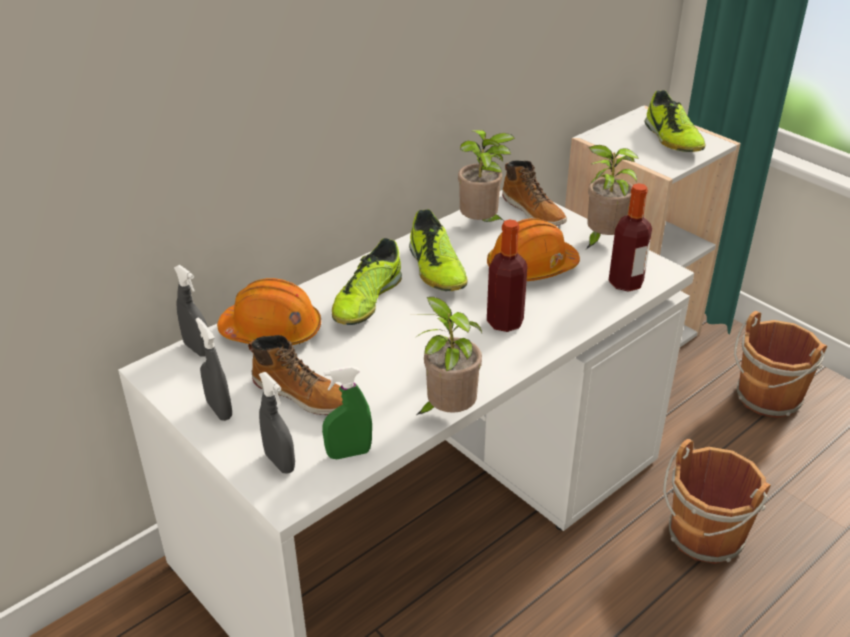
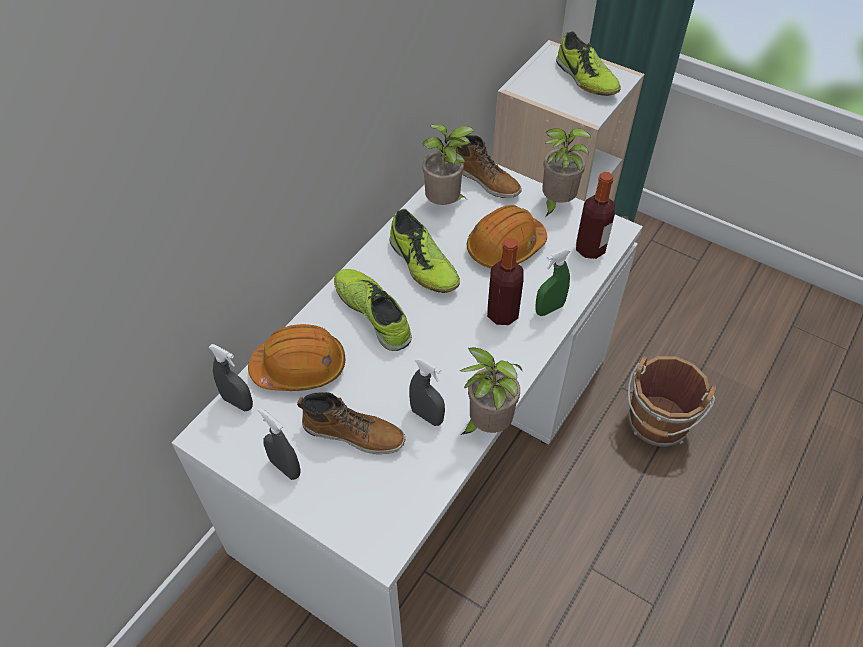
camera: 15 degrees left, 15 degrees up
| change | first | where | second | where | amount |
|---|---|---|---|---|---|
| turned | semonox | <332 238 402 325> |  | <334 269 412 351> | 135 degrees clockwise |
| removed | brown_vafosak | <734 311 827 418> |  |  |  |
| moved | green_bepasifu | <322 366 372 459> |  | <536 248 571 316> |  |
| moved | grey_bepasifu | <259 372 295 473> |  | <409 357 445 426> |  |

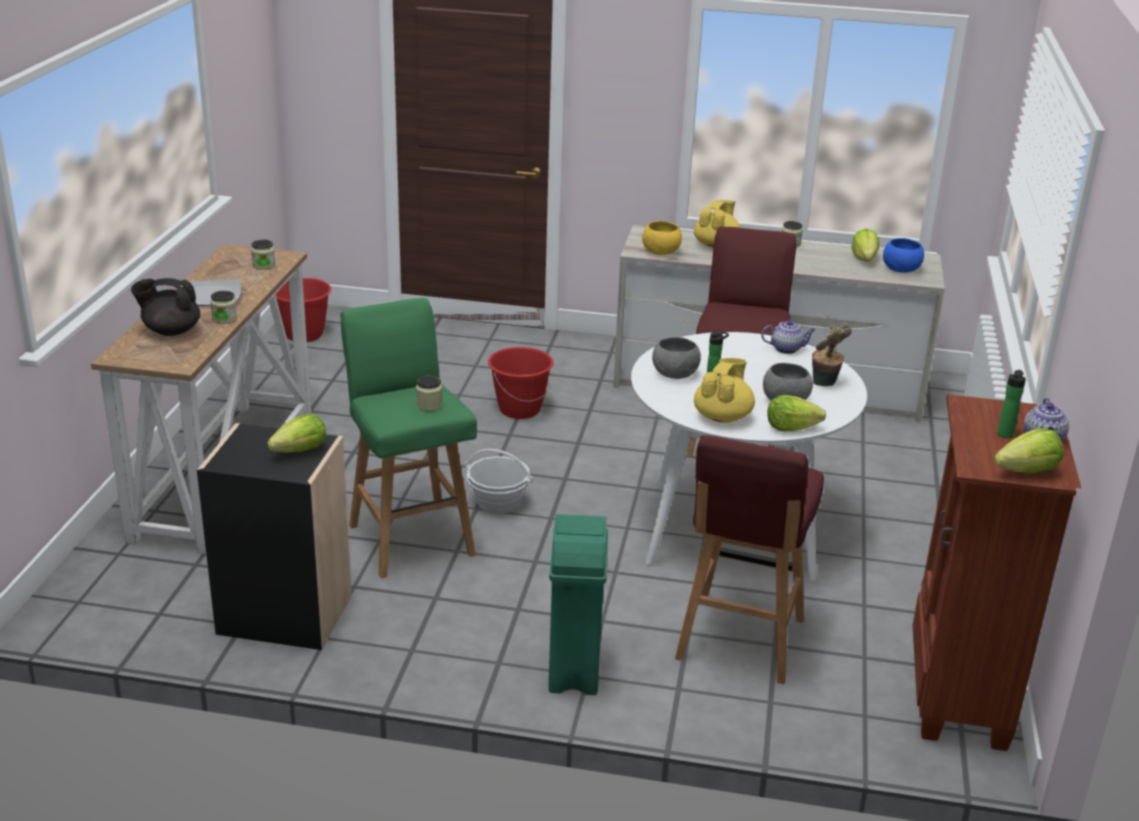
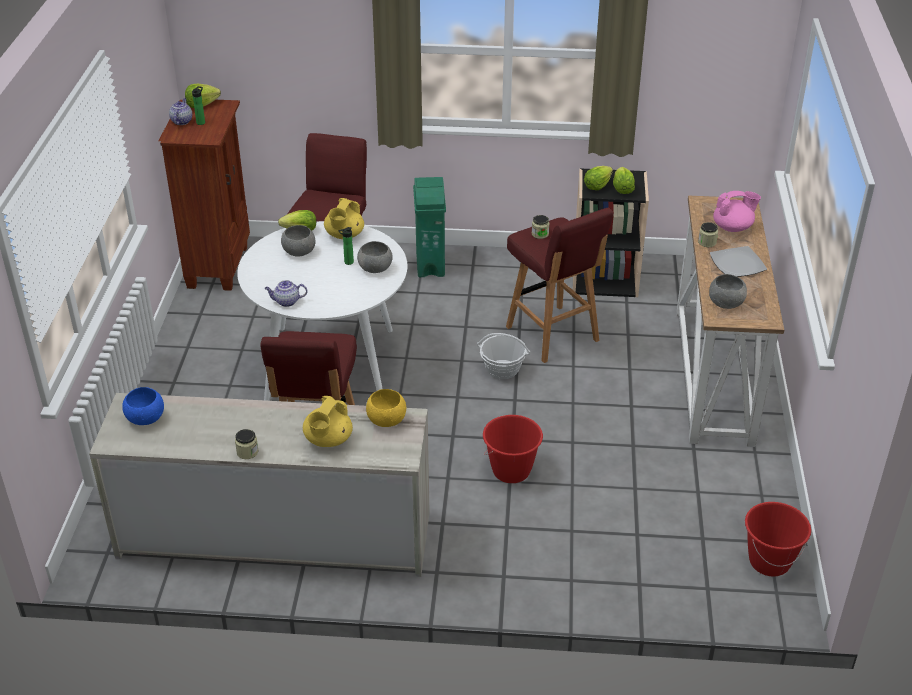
camera: 175 degrees right, 10 degrees up
| change | first | where | second | where | amount |
|---|---|---|---|---|---|
| moved | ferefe | <851 229 879 261> |  | <613 167 635 194> |  |
| replaced | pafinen | <251 240 275 270> | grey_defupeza | <709 274 747 309> |  |
| recoloured | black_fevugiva | <131 278 200 336> | pink_fevugiva | <713 191 761 232> |  |
| recoloured | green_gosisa | <340 298 477 578> | red_gosisa | <506 208 614 363> |  |
| removed | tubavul | <812 323 852 386> |  |  |  |

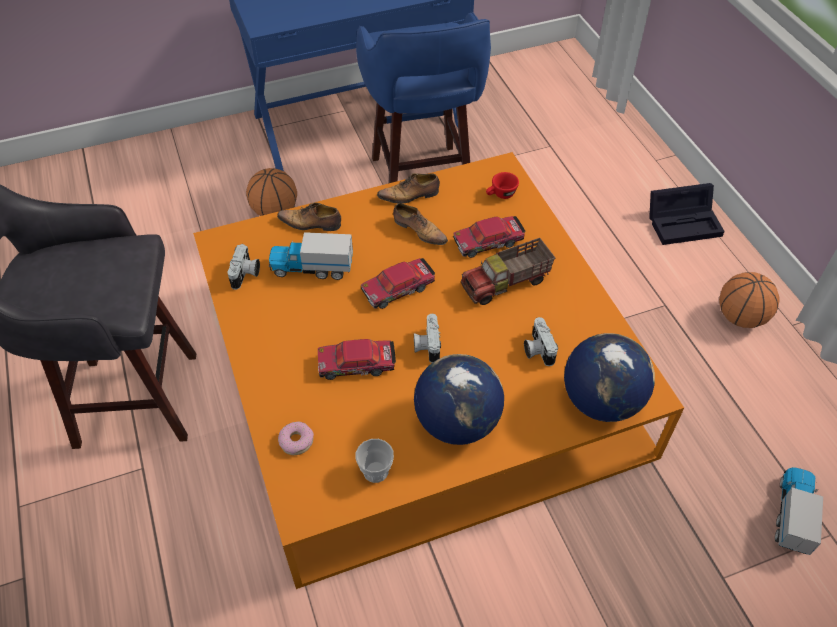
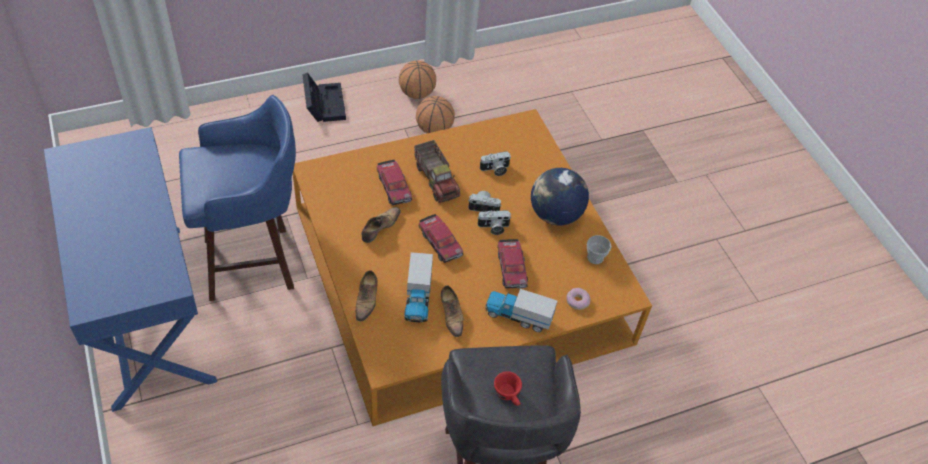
camera: 95 degrees left, 0 degrees up
| change | first | where | second | where | amount |
|---|---|---|---|---|---|
| moved | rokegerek | <246 168 297 216> |  | <416 96 455 133> |  |
| moved | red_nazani | <486 172 519 199> |  | <494 371 522 406> |  |
| moved | semonox | <377 173 440 204> |  | <441 285 464 337> |  |
| moved | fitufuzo | <227 244 260 290> |  | <468 191 502 212> |  |
| removed | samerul | <564 333 655 422> |  |  |  |
| moved | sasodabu | <775 467 823 555> |  | <485 289 557 332> |  |

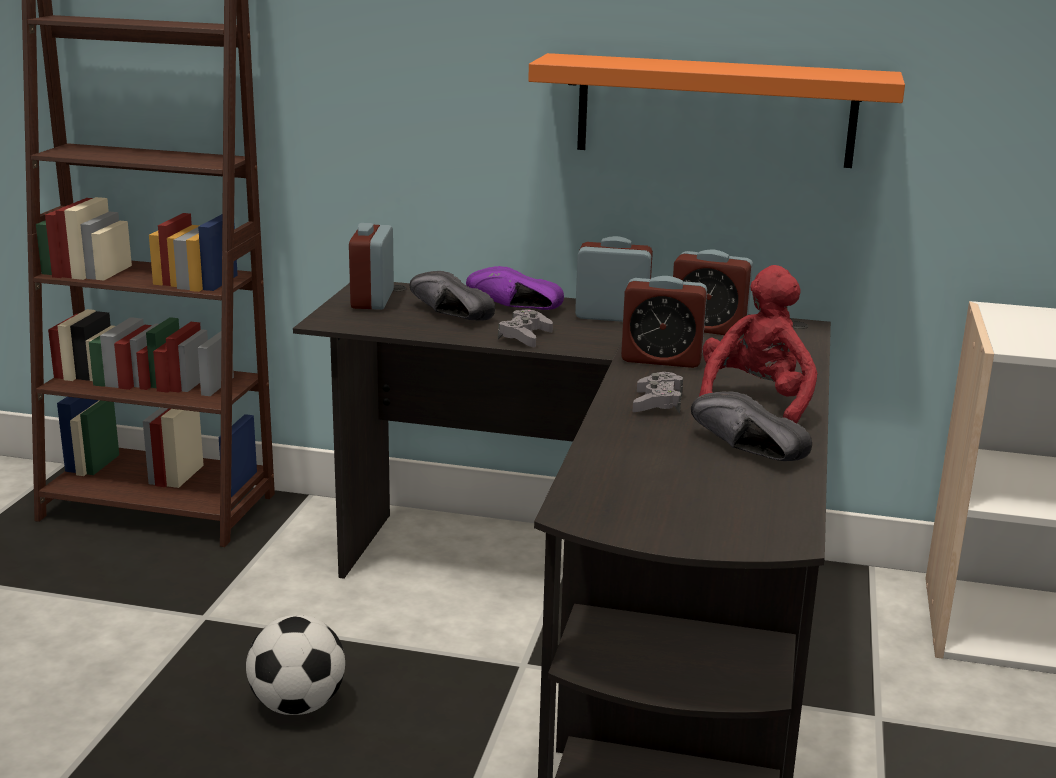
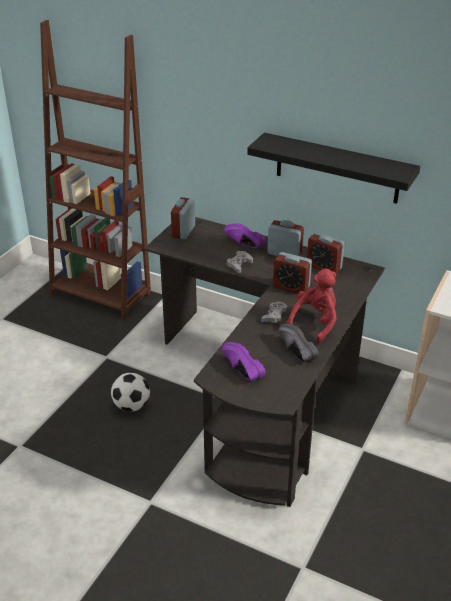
camera: 15 degrees right, 15 degrees up
| change | first | where | second | where | amount |
|---|---|---|---|---|---|
| recoloured | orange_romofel | <528 53 905 168> | black_romofel | <247 133 420 204> |  |
| removed | black_semonox | <409 271 495 321> |  |  |  |
| added |  |  | purple_semonox | <222 342 266 381> |  |

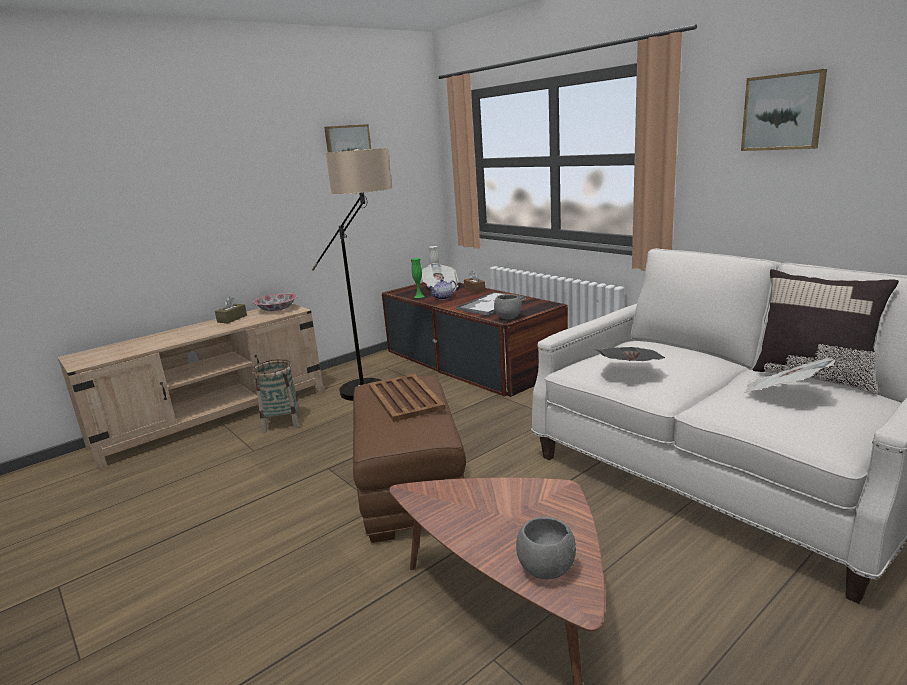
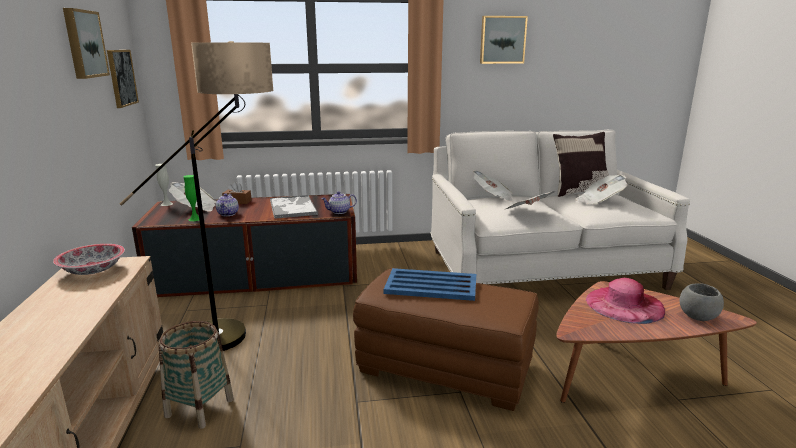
camera: 60 degrees left, 0 degrees up
| change | first | where | second | where | amount |
|---|---|---|---|---|---|
| replaced | grey_defupeza | <494 294 522 320> | fevugiva | <321 191 357 214> |  |
| removed | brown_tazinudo | <215 297 247 323> |  |  |  |
| recoloured | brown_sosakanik | <369 374 446 422> | blue_sosakanik | <383 268 476 301> |  |
| added |  |  | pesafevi | <107 50 139 108> |  |
| added |  |  | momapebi | <473 170 513 202> |  |
| added |  |  | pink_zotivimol | <586 278 665 324> |  |

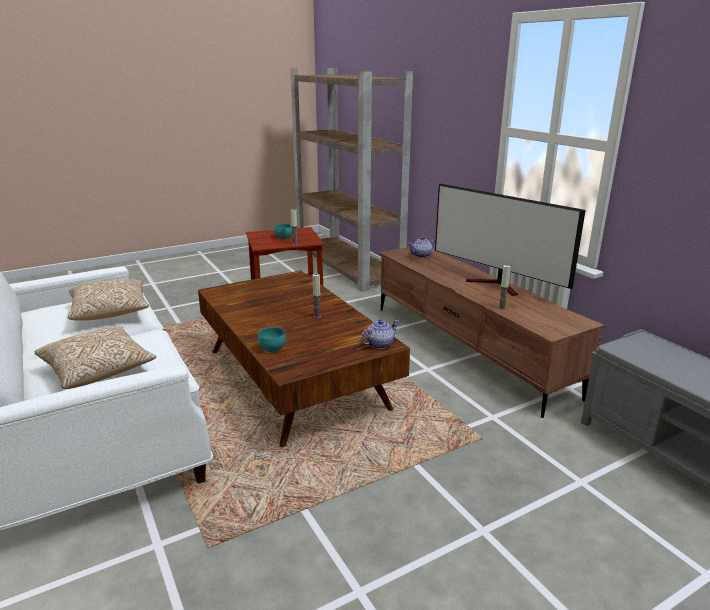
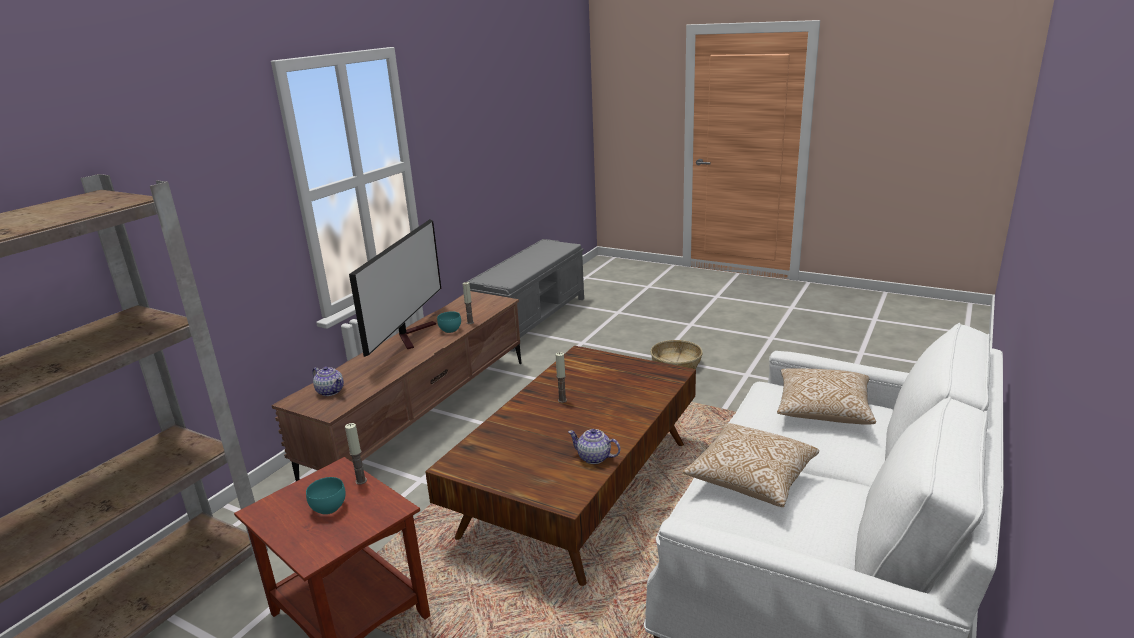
camera: 120 degrees left, 0 degrees up
| change | first | where | second | where | amount |
|---|---|---|---|---|---|
| moved | fevugiva | <361 320 399 349> |  | <568 429 621 464> |  |
| moved | turquoise_defupeza | <258 327 286 353> |  | <437 311 461 333> |  |
| added |  |  | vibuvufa | <651 340 703 369> |  |

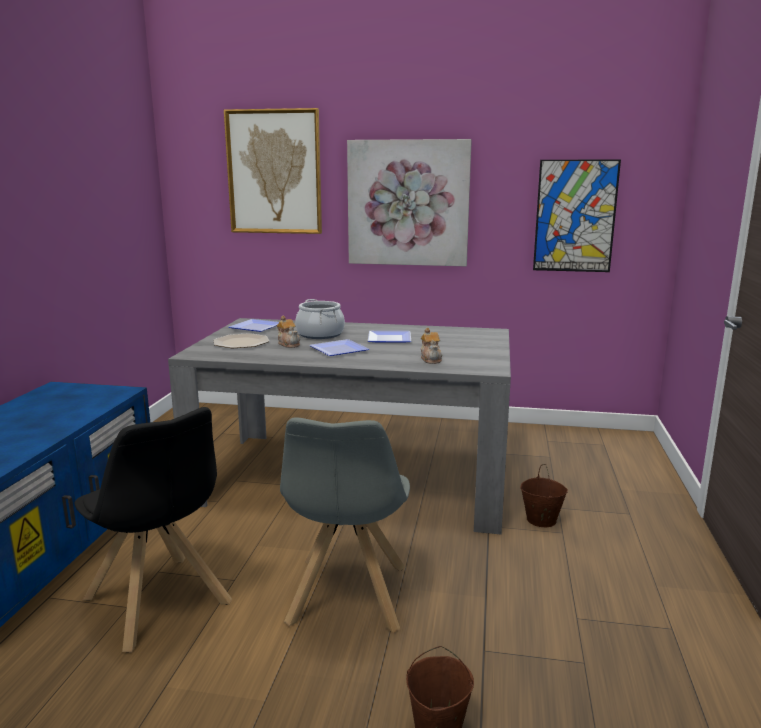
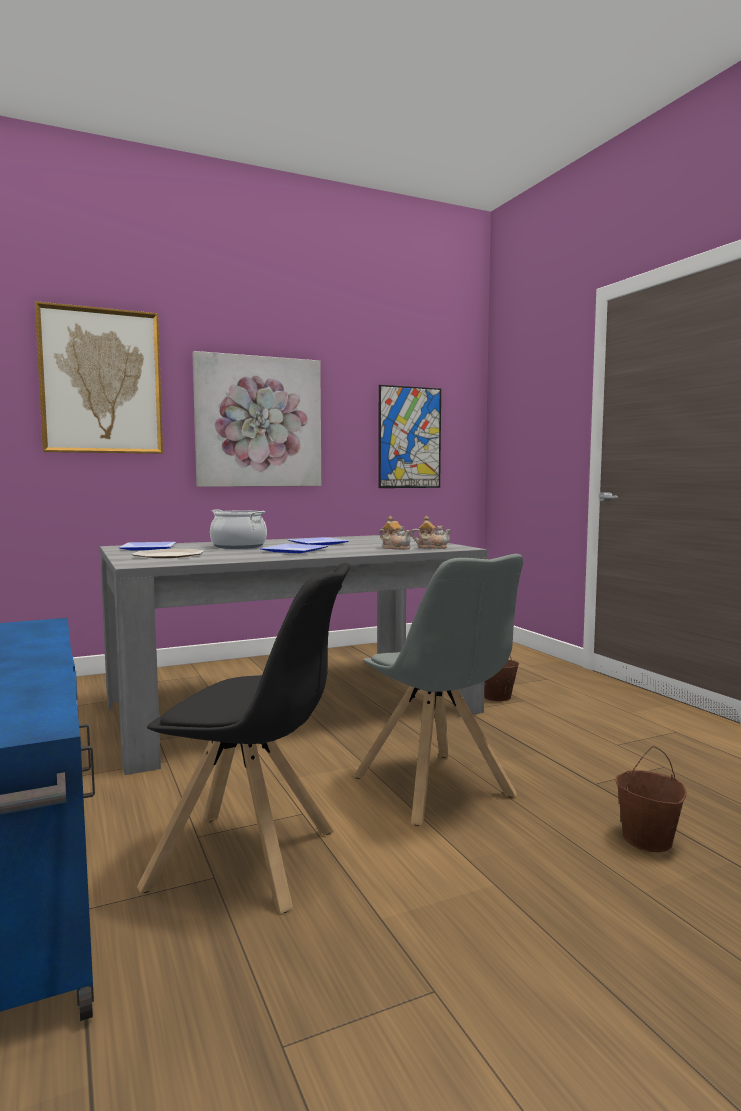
camera: 35 degrees left, 10 degrees down
| change | first | where | second | where | amount |
|---|---|---|---|---|---|
| moved | fevugiva | <277 315 300 348> |  | <411 516 452 549> |  |

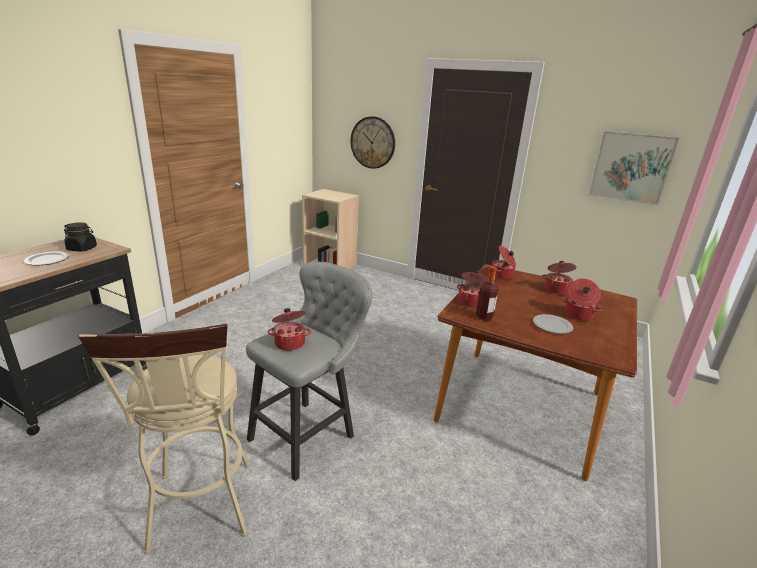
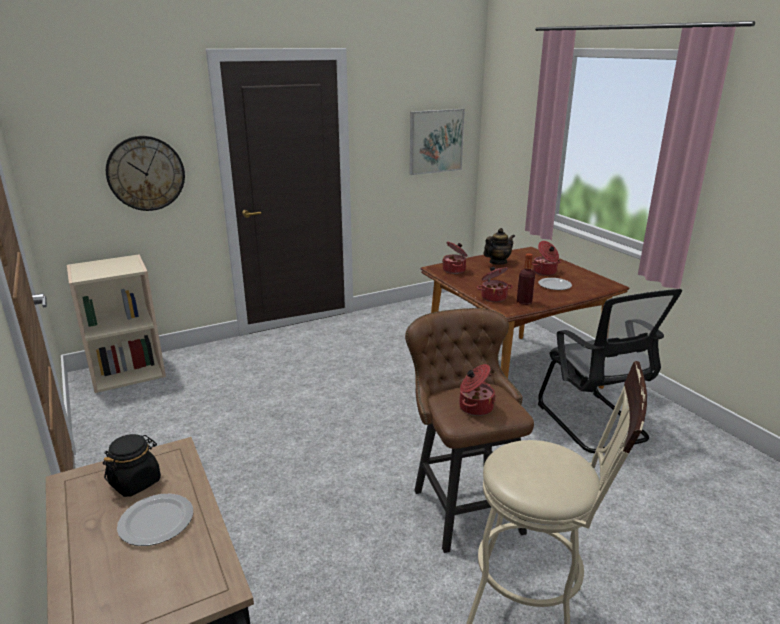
camera: 55 degrees left, 0 degrees up
| change | first | where | second | where | amount |
|---|---|---|---|---|---|
| replaced | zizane | <541 261 577 295> | fevugiva | <483 228 515 265> |  |
| recoloured | grey_gosisa | <246 262 373 481> | brown_gosisa | <405 308 534 553> |  |
| added |  |  | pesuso | <538 289 682 453> |  |

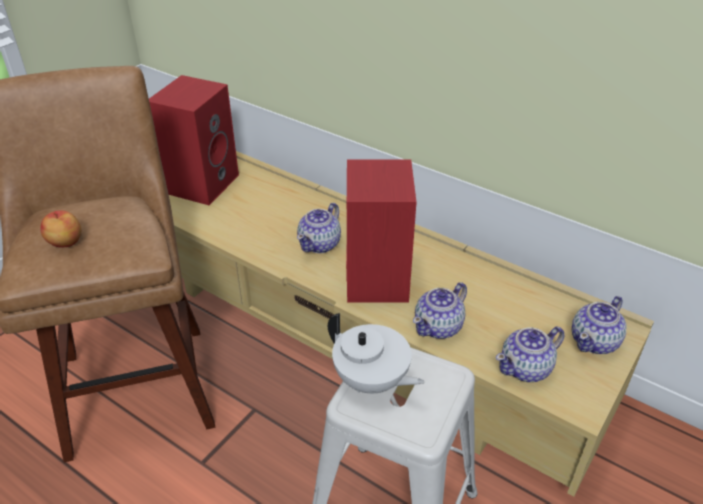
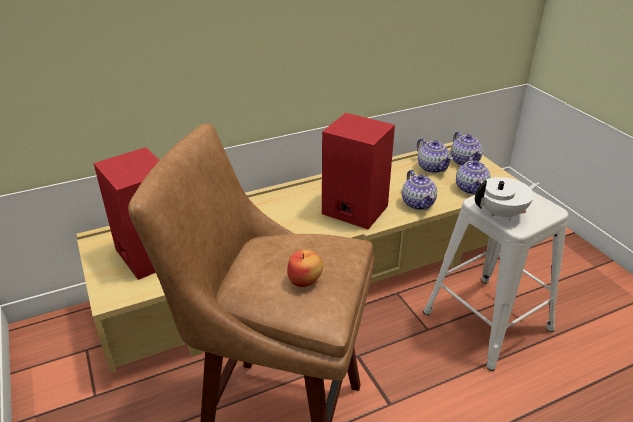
camera: 60 degrees left, 5 degrees down
| change | first | where | second | where | amount |
|---|---|---|---|---|---|
| moved | fevugiva | <297 203 341 253> |  | <417 138 453 173> |  |

